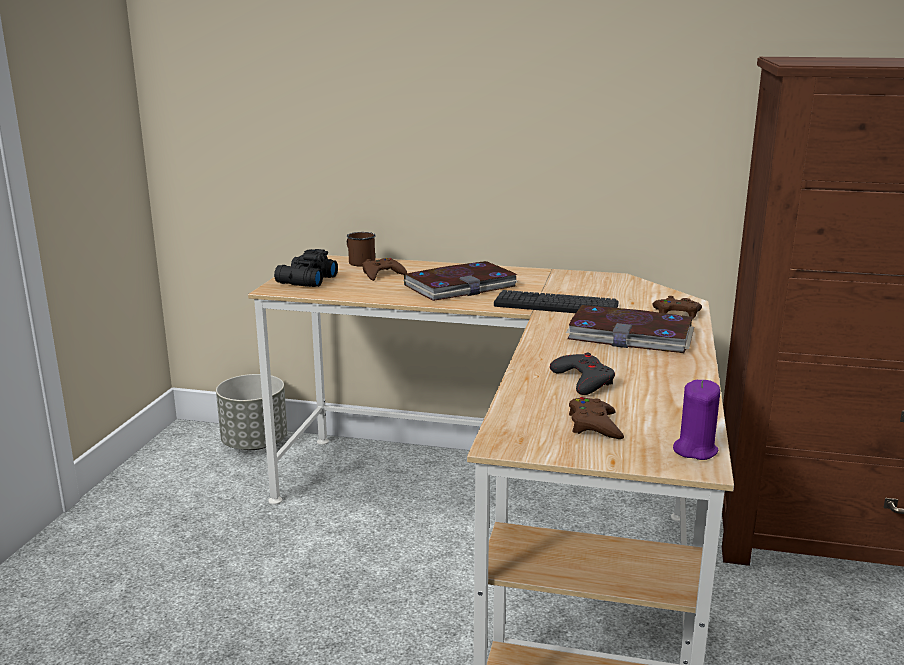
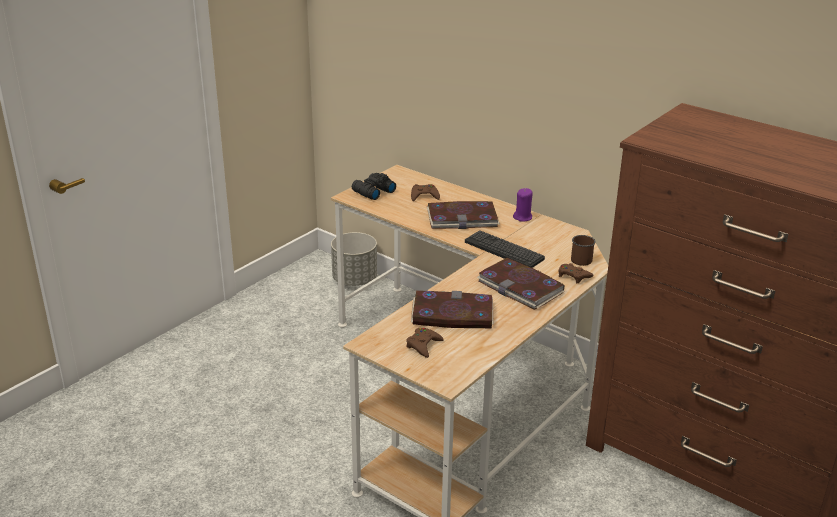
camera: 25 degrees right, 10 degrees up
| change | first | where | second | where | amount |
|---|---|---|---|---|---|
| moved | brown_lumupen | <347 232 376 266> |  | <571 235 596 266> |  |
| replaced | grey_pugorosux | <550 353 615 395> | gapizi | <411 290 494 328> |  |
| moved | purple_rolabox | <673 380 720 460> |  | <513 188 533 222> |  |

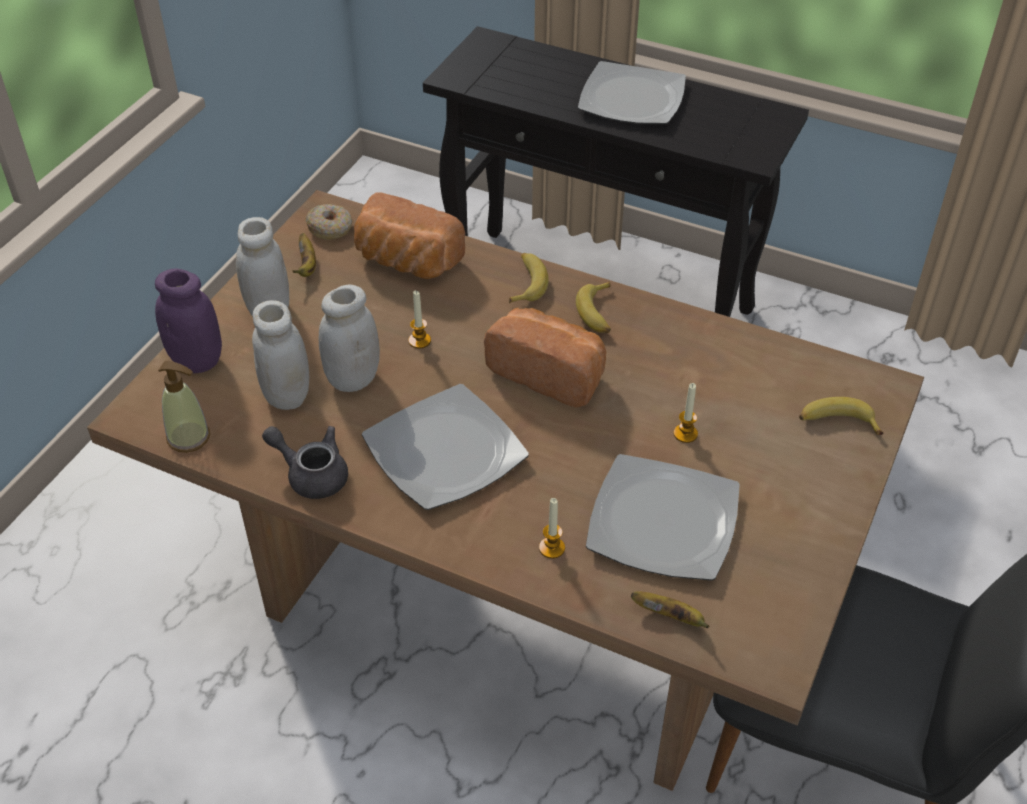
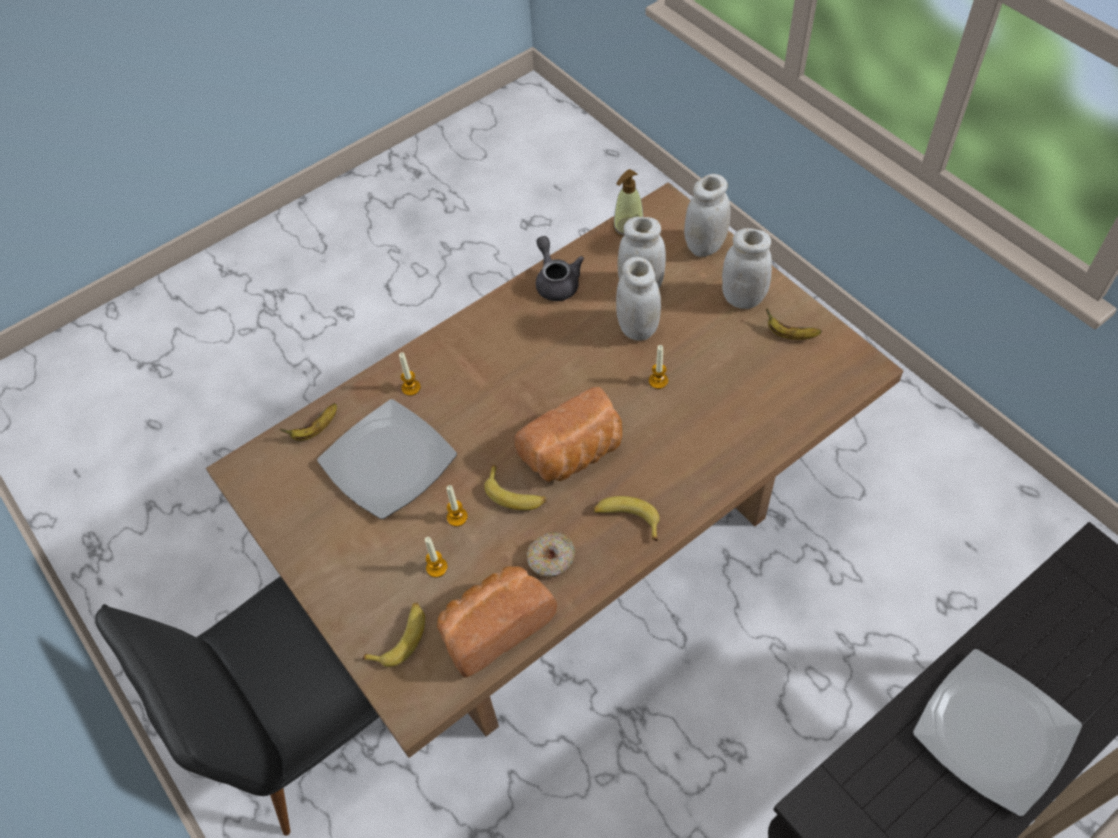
camera: 120 degrees right, 10 degrees up
| change | first | where | second | where | amount |
|---|---|---|---|---|---|
| moved | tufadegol | <354 193 465 279> |  | <437 566 557 677> |  |
| moved | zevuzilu | <305 204 353 240> |  | <527 532 575 578> |  |
| moved | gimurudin | <509 253 549 303> |  | <484 465 547 510> |  |
| recoloured | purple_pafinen | <155 268 222 373> | white_pafinen | <684 174 731 257> |  |
| removed | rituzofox | <362 384 529 510> |  |  |  |
| turned | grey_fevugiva | <262 426 348 499> |  | <536 236 584 301> | 75 degrees counterclockwise |
| added |  |  | rolabox | <425 537 448 578> |  |

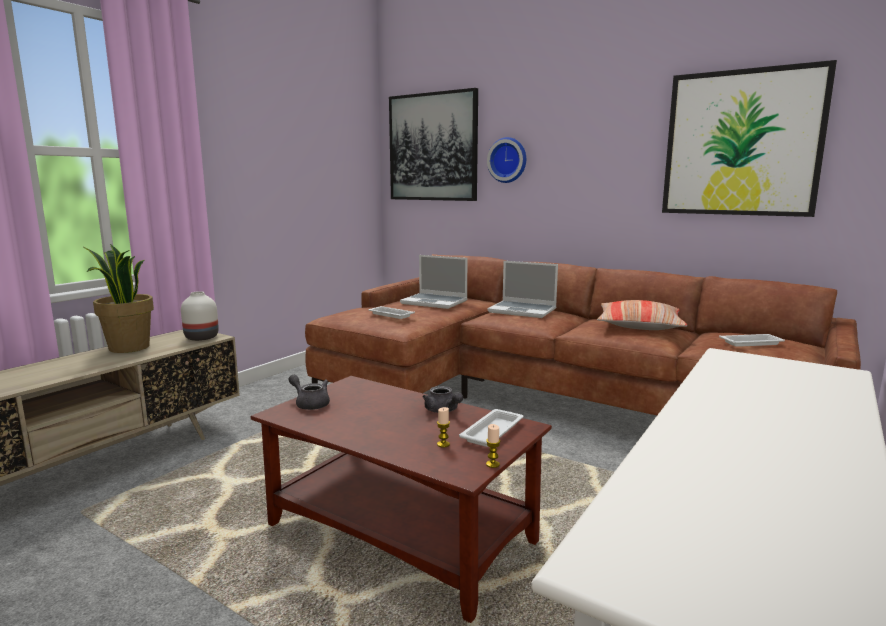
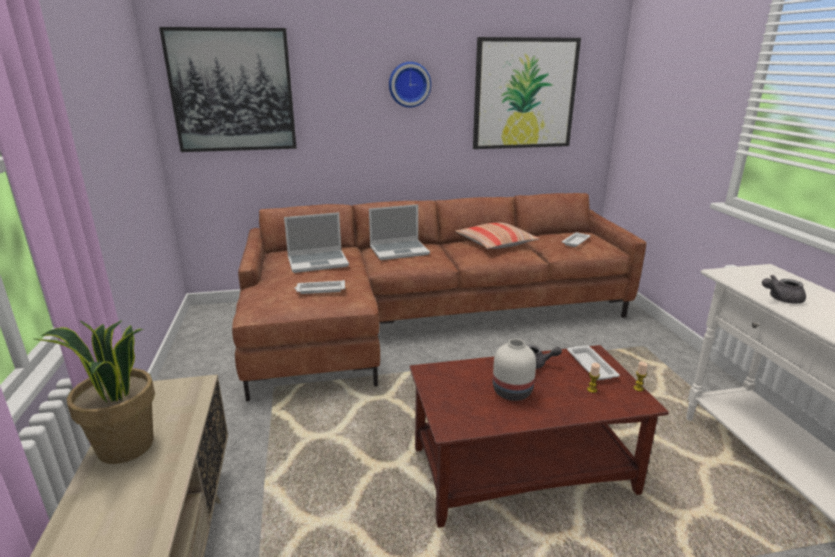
camera: 45 degrees left, 10 degrees up
| change | first | where | second | where | amount |
|---|---|---|---|---|---|
| moved | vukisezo | <487 137 526 183> |  | <389 62 431 108> |  |
| moved | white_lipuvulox | <181 291 219 341> |  | <493 339 536 401> |  |
| moved | grey_fevugiva | <289 375 330 410> |  | <762 275 806 304> |  |

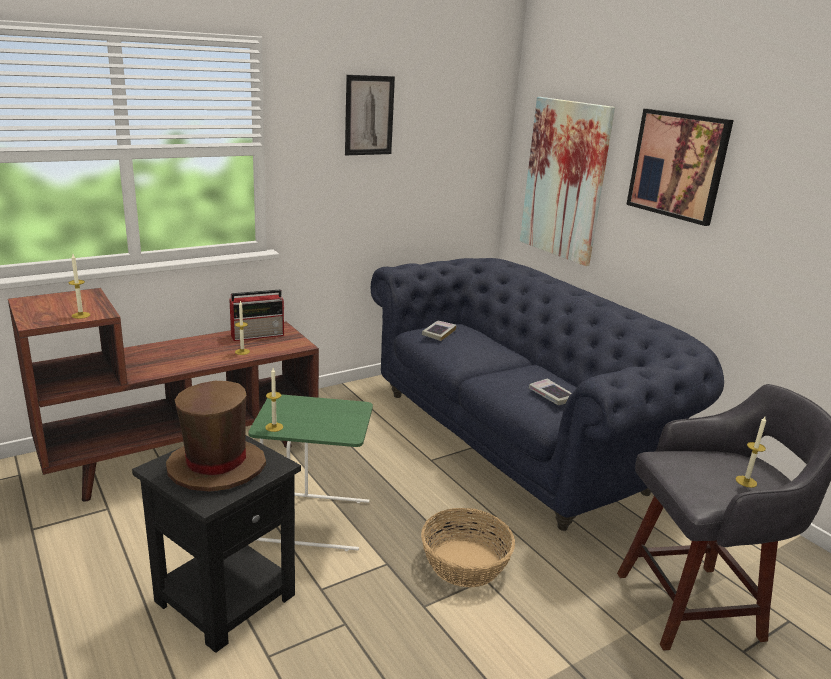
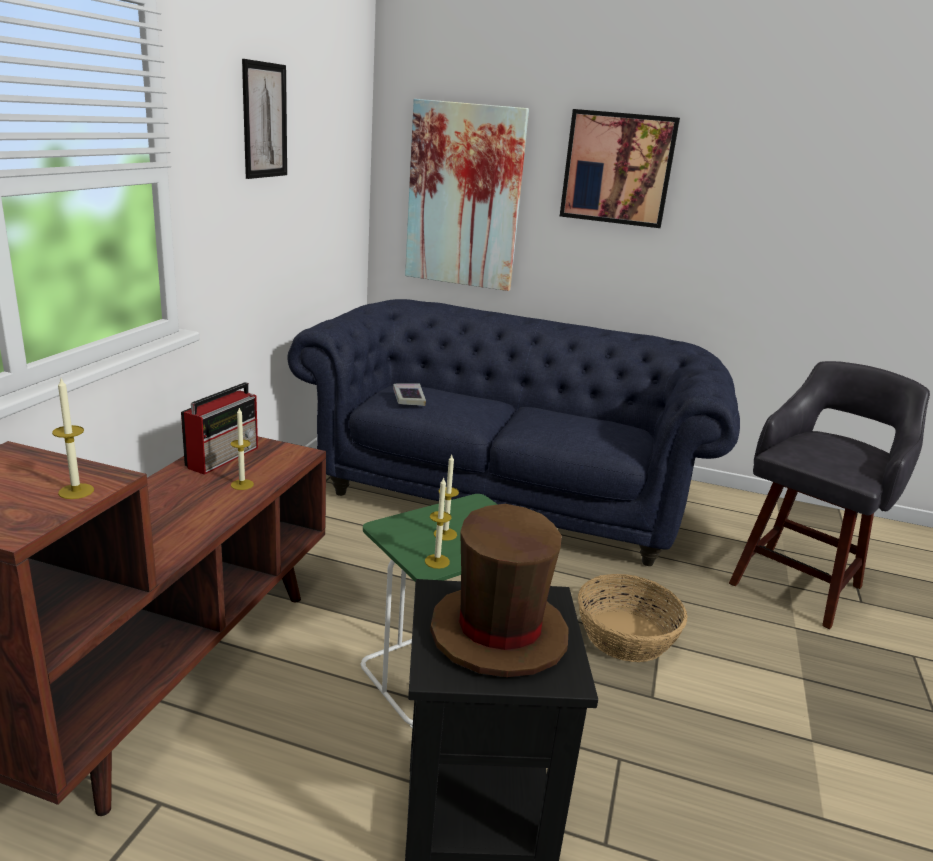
camera: 40 degrees left, 0 degrees up
| change | first | where | second | where | amount |
|---|---|---|---|---|---|
| removed | gapizi | <529 378 572 405> |  |  |  |
| moved | rolabox | <736 417 766 488> |  | <434 455 459 541> |  |

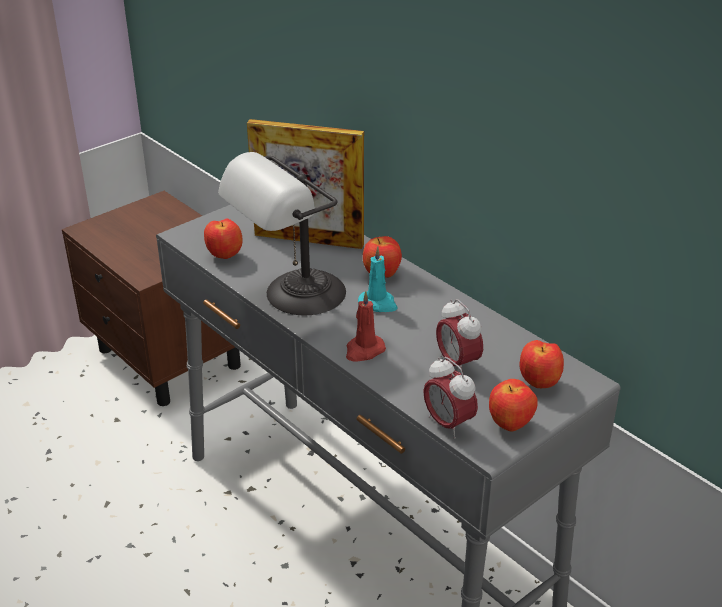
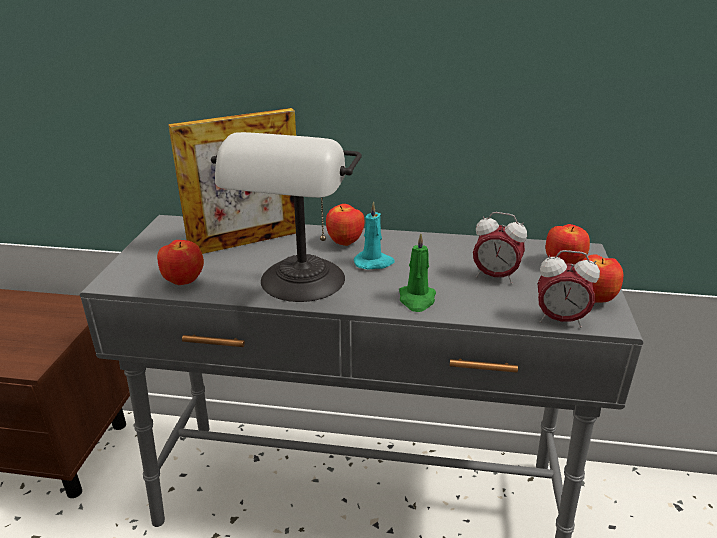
camera: 40 degrees left, 5 degrees down
| change | first | where | second | where | amount |
|---|---|---|---|---|---|
| recoloured | red_rolabox | <346 291 386 362> | green_rolabox | <399 233 436 312> |  |

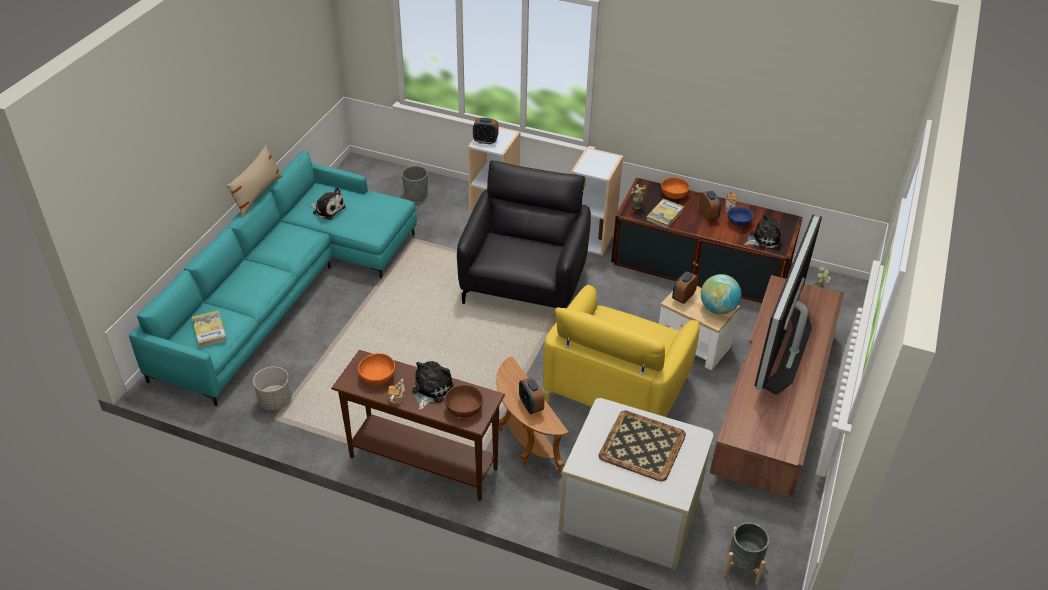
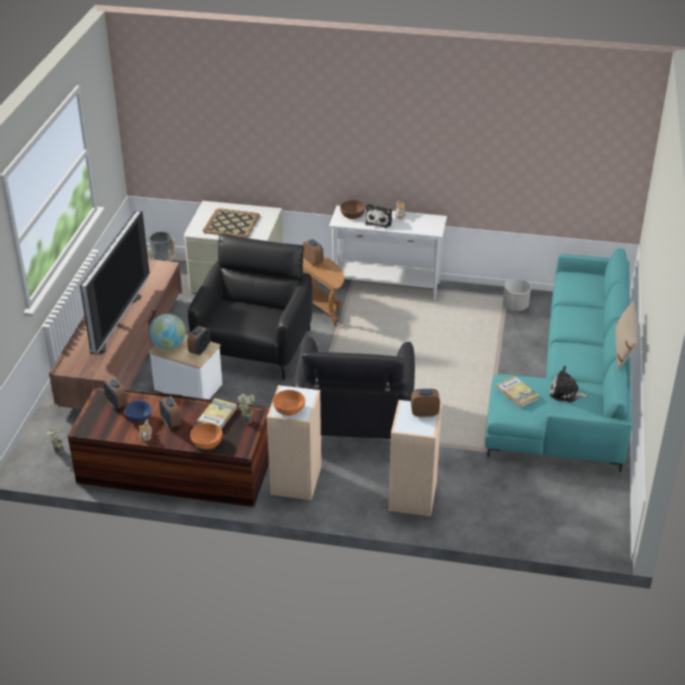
camera: 170 degrees right, 5 degrees down
| change | first | where | second | where | amount |
|---|---|---|---|---|---|
| removed | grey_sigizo | <402 166 428 201> |  |  |  |
| replaced | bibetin | <744 213 782 249> | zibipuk | <103 378 127 409> |  |
| recoloured | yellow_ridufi | <543 285 700 417> | black_ridufi | <188 234 312 380> |  |
| moved | gapizi | <192 311 227 347> |  | <496 376 539 408> |  |
| recoloured | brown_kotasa | <332 350 505 501> | white_kotasa | <329 206 447 300> |  |
| moved | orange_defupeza | <358 353 395 385> |  | <273 390 305 416> |  |

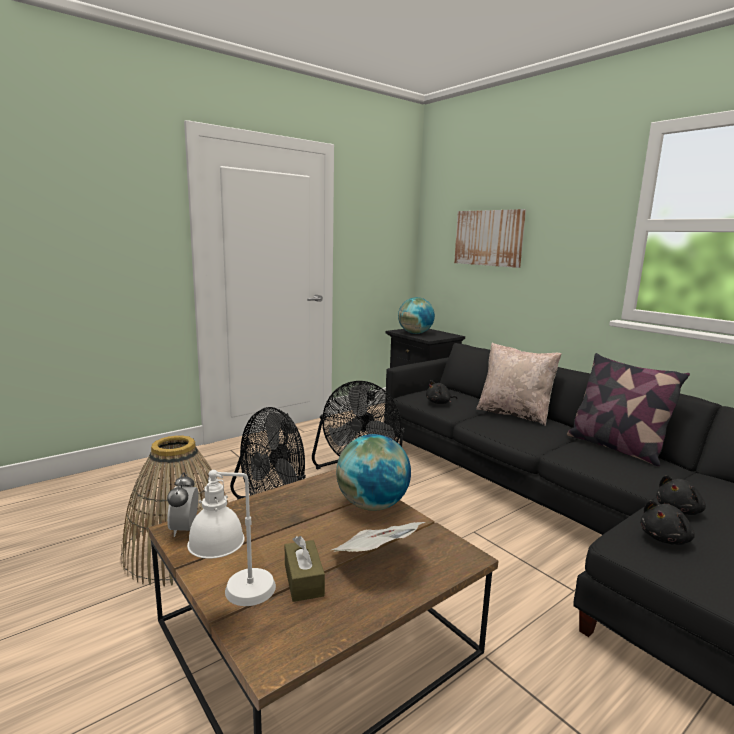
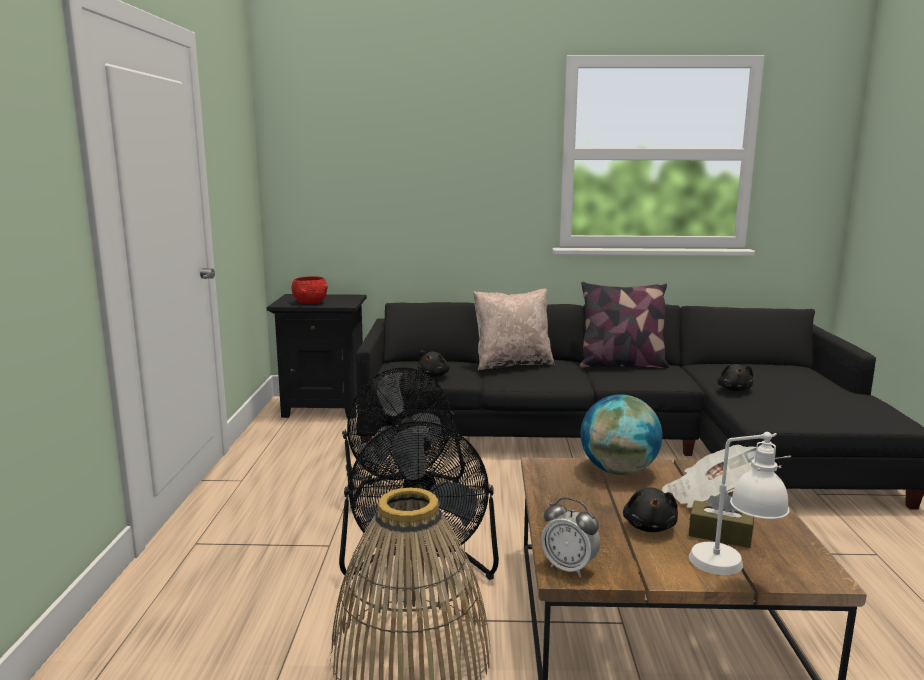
camera: 50 degrees left, 0 degrees up
| change | first | where | second | where | amount |
|---|---|---|---|---|---|
| removed | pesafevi | <454 209 526 268> |  |  |  |
| replaced | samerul | <398 297 435 334> | red_defupeza | <292 276 328 304> |  |
| moved | black_bibetin | <640 500 695 545> |  | <623 487 678 532> |  |

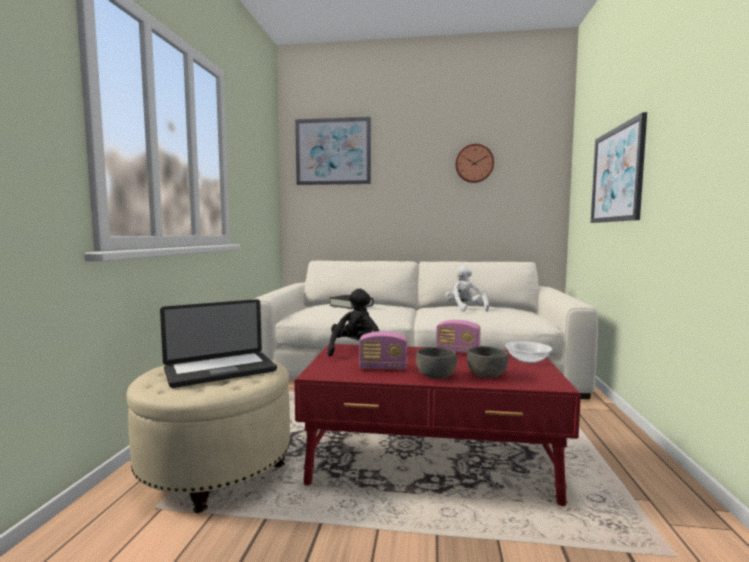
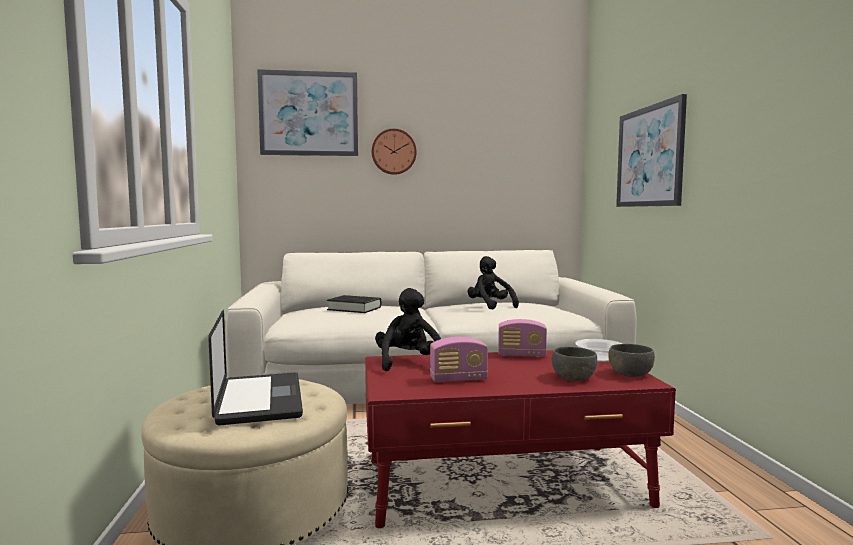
camera: 15 degrees left, 0 degrees up
| change | first | where | second | where | amount |
|---|---|---|---|---|---|
| moved | vukisezo | <455 144 494 183> |  | <372 129 417 175> |  |
| recoloured | white_bibetin | <445 266 489 312> | black_bibetin | <468 256 519 310> |  |
| turned | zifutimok | <160 299 277 388> |  | <208 310 303 425> | 60 degrees counterclockwise |
| moved | grey_defupeza | <416 347 457 379> |  | <608 344 655 377> |  |

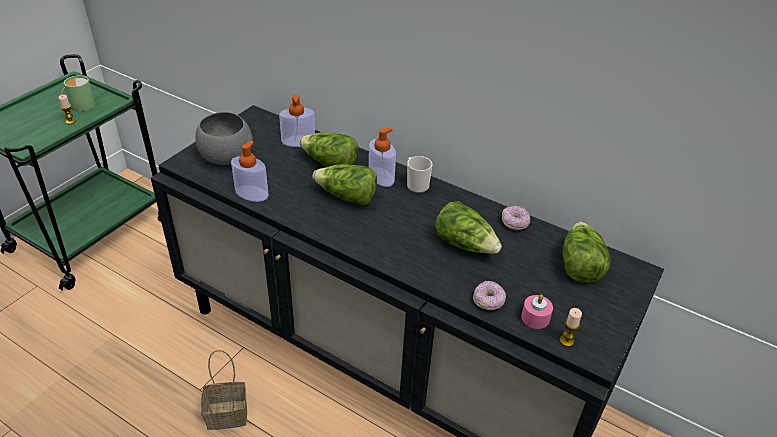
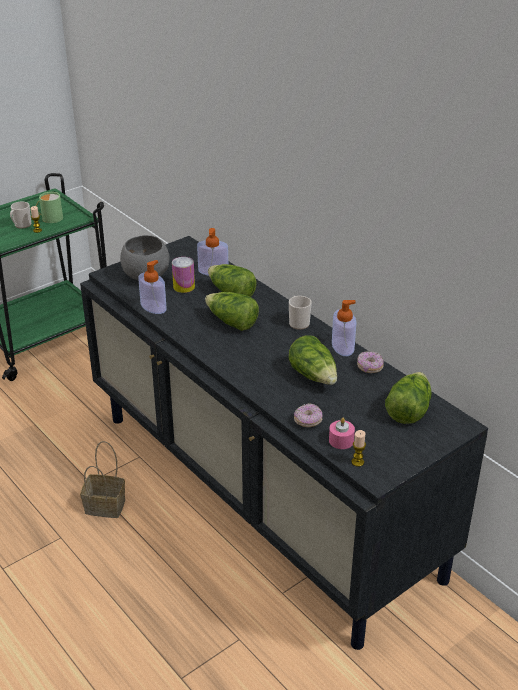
camera: 20 degrees right, 5 degrees down
| change | first | where | second | where | amount |
|---|---|---|---|---|---|
| moved | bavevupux | <369 128 396 187> |  | <332 300 356 356> |  |
| added |  |  | lumupen | <10 201 32 228> |  |
| added |  |  | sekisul | <172 257 195 293> |  |

